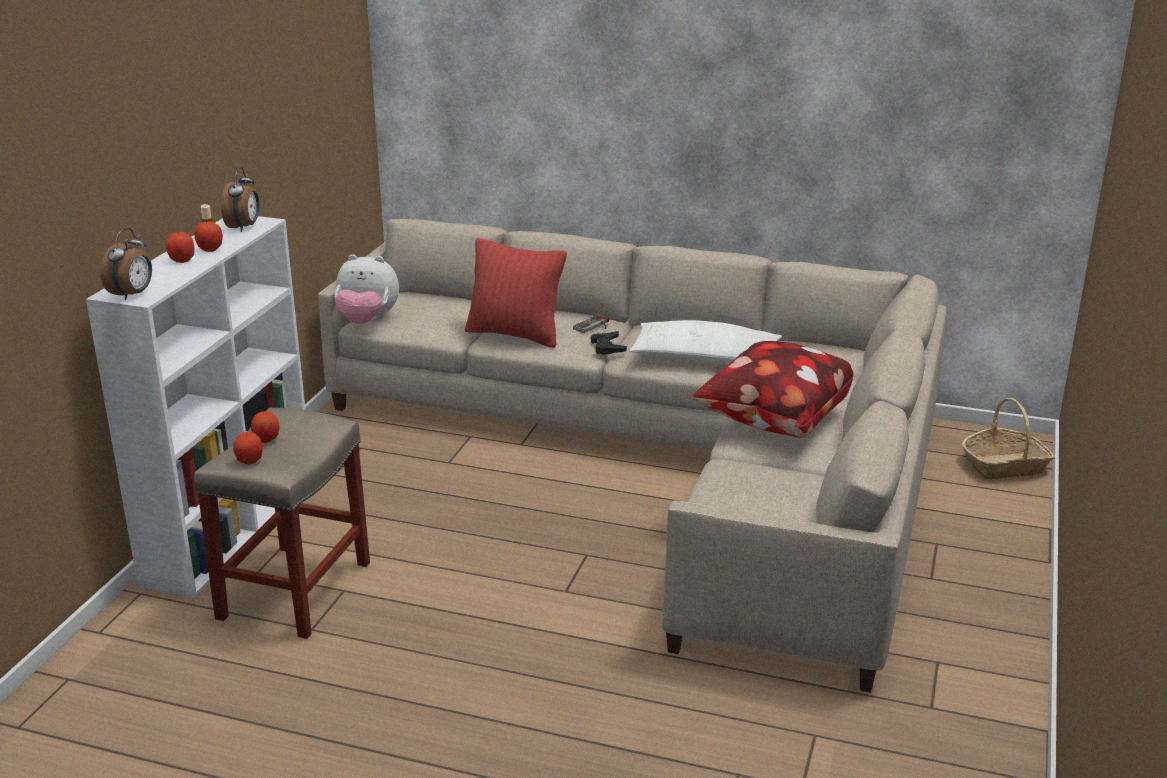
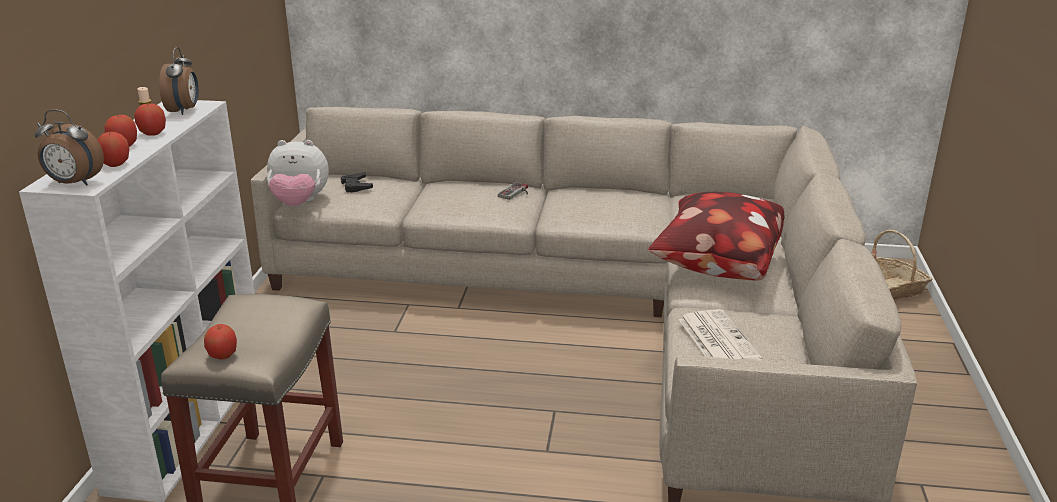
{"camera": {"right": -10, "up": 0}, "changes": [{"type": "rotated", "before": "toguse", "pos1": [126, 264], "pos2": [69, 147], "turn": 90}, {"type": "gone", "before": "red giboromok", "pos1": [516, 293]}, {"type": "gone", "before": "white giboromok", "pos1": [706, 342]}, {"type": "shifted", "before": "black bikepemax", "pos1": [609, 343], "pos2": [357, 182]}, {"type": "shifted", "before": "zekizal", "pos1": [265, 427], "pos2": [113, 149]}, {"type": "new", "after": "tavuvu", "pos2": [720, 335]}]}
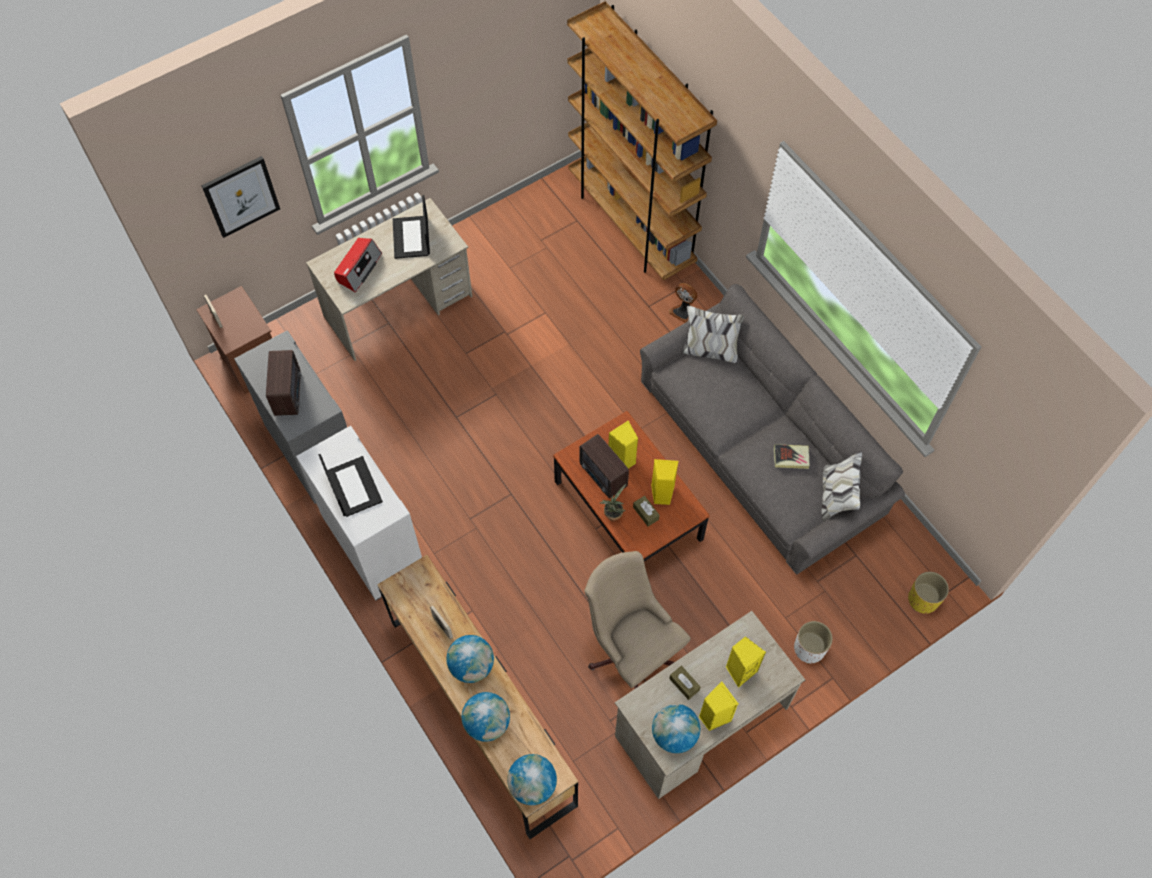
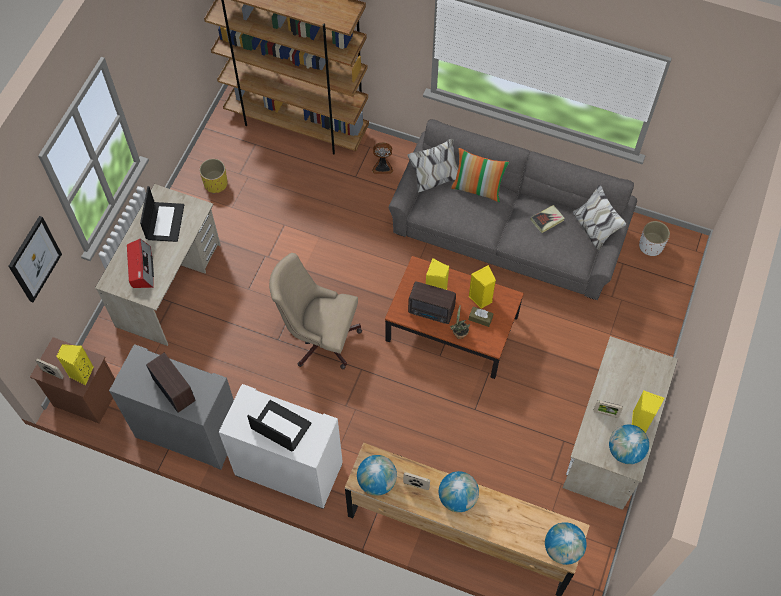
{"camera": {"right": -35, "up": 0}, "changes": [{"type": "rotated", "before": "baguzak", "pos1": [411, 227], "pos2": [162, 214], "turn": -135}, {"type": "shifted", "before": "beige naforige", "pos1": [637, 620], "pos2": [315, 311]}, {"type": "shifted", "before": "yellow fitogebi", "pos1": [928, 592], "pos2": [213, 176]}, {"type": "shifted", "before": "white fitogebi", "pos1": [813, 642], "pos2": [654, 238]}, {"type": "shifted", "before": "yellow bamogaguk", "pos1": [746, 662], "pos2": [75, 364]}, {"type": "swapped", "before": "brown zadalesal", "after": "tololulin", "pos1": [685, 683], "pos2": [608, 409]}, {"type": "shifted", "before": "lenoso", "pos1": [486, 717], "pos2": [377, 475]}, {"type": "new", "after": "giboromok", "pos2": [480, 175]}]}
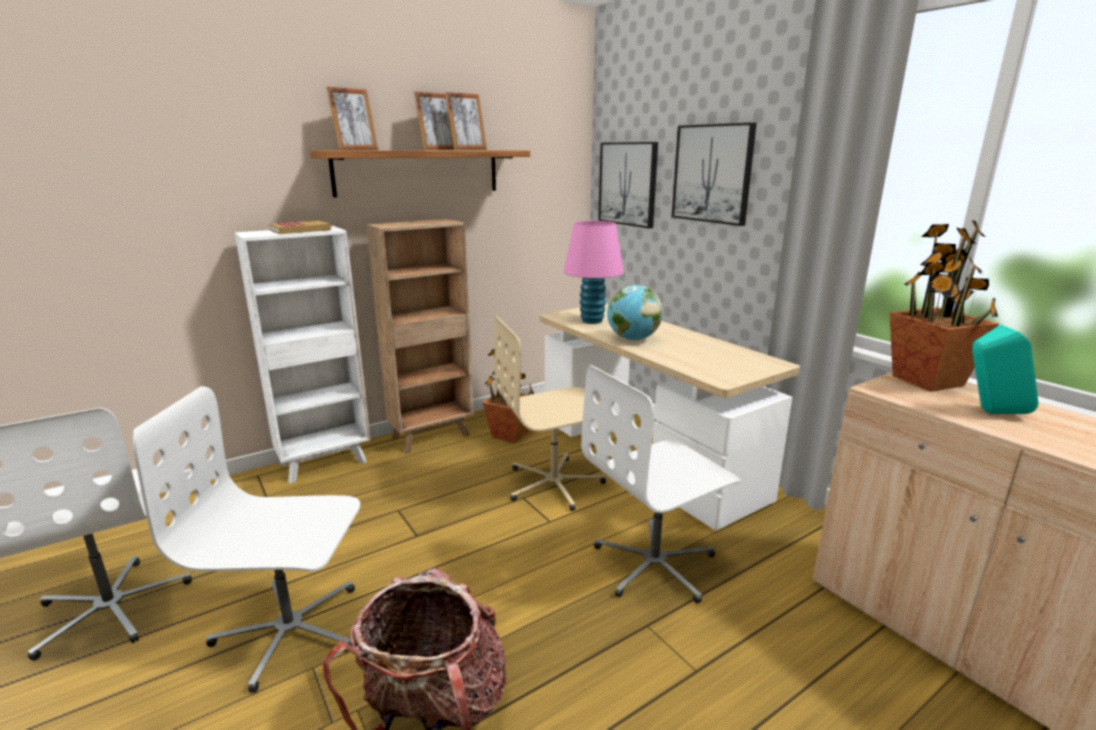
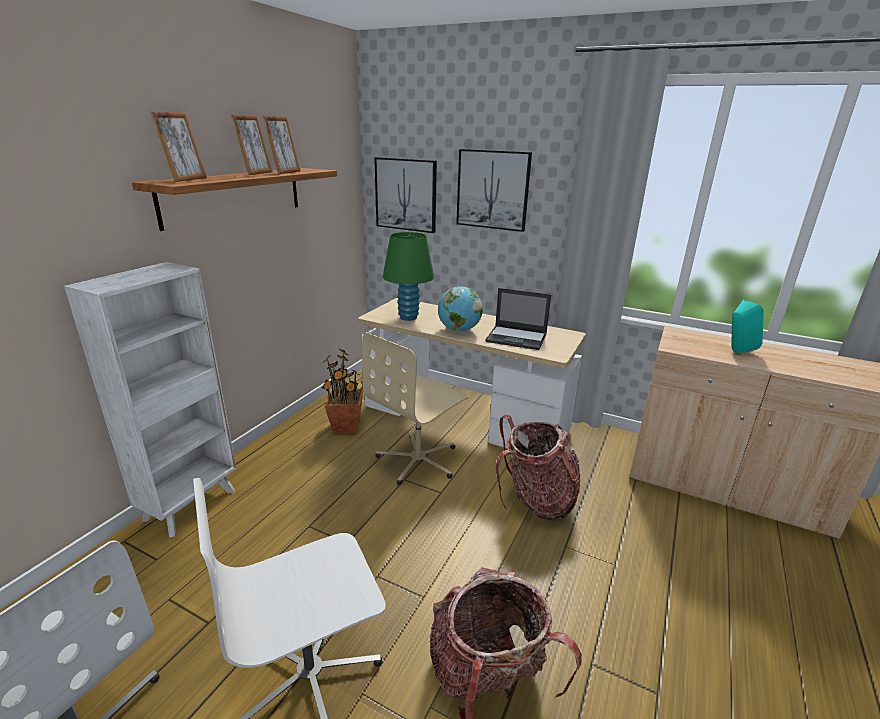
{"camera": {"right": -30, "up": 5}, "changes": [{"type": "gone", "before": "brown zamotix", "pos1": [420, 336]}, {"type": "gone", "before": "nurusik", "pos1": [944, 305]}, {"type": "gone", "before": "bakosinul", "pos1": [300, 227]}, {"type": "repainted", "before": "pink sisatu", "after": "green sisatu", "pos1": [594, 272], "pos2": [408, 276]}, {"type": "swapped", "before": "white naforige", "after": "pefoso", "pos1": [660, 484], "pos2": [538, 468]}, {"type": "new", "after": "baguzak", "pos2": [518, 319]}]}
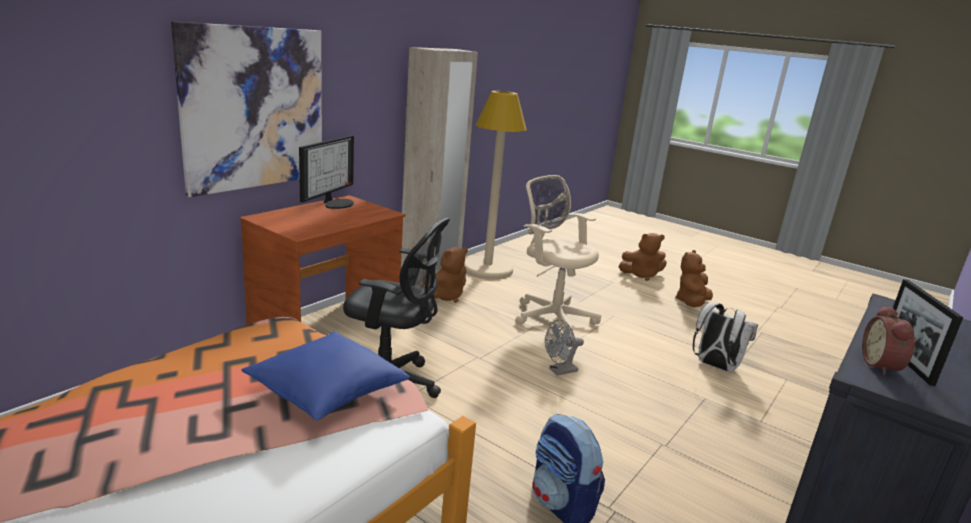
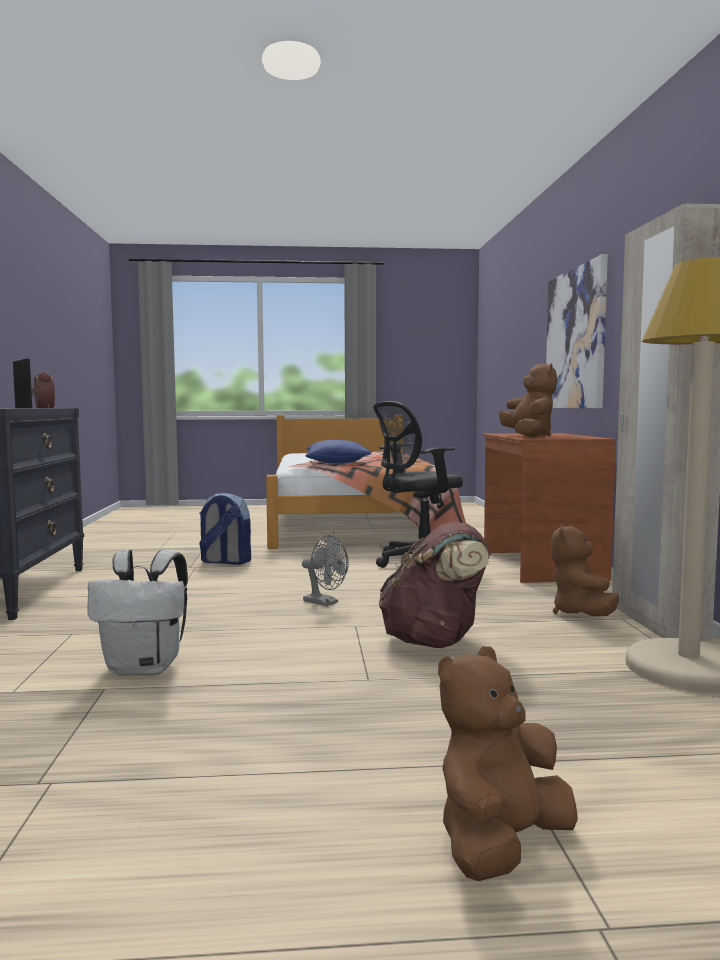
{"camera": {"right": 140, "up": -15}, "changes": [{"type": "gone", "before": "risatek", "pos1": [326, 172]}, {"type": "swapped", "before": "beige naforige", "after": "brown pefoso", "pos1": [558, 256], "pos2": [435, 585]}, {"type": "shifted", "before": "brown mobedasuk", "pos1": [694, 278], "pos2": [528, 400]}, {"type": "rotated", "before": "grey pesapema", "pos1": [564, 347], "pos2": [325, 570], "turn": 105}]}
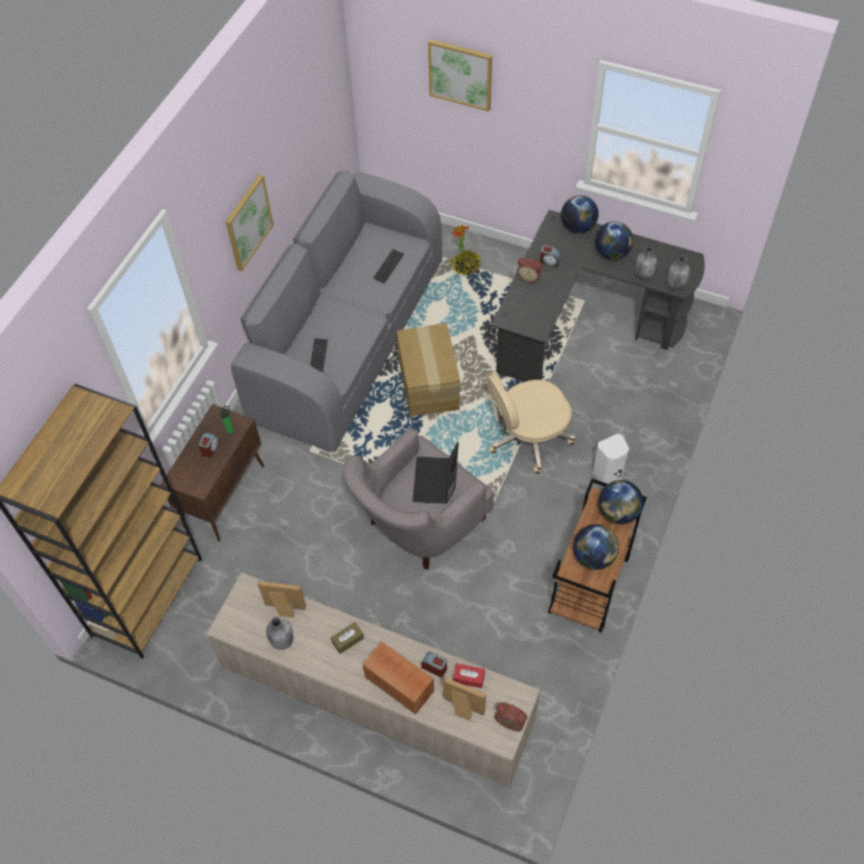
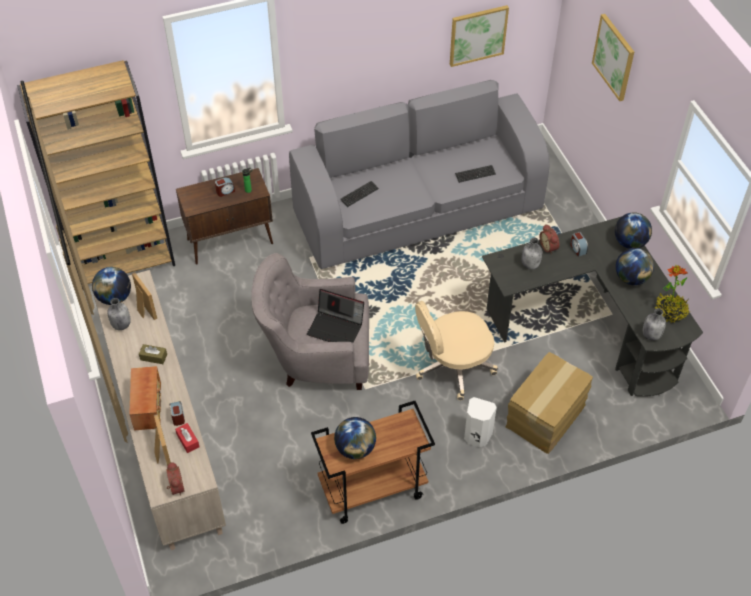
{"camera": {"right": 45, "up": -5}, "changes": [{"type": "shifted", "before": "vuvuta", "pos1": [250, 222], "pos2": [479, 36]}, {"type": "shifted", "before": "nurusik", "pos1": [465, 250], "pos2": [672, 294]}, {"type": "shifted", "before": "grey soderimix", "pos1": [646, 262], "pos2": [532, 254]}, {"type": "shifted", "before": "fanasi", "pos1": [429, 370], "pos2": [549, 403]}, {"type": "rotated", "before": "beige naforige", "pos1": [531, 423], "pos2": [456, 350], "turn": -45}, {"type": "rotated", "before": "baguzak", "pos1": [436, 473], "pos2": [335, 316], "turn": -120}, {"type": "shifted", "before": "lenoso", "pos1": [621, 502], "pos2": [111, 286]}]}
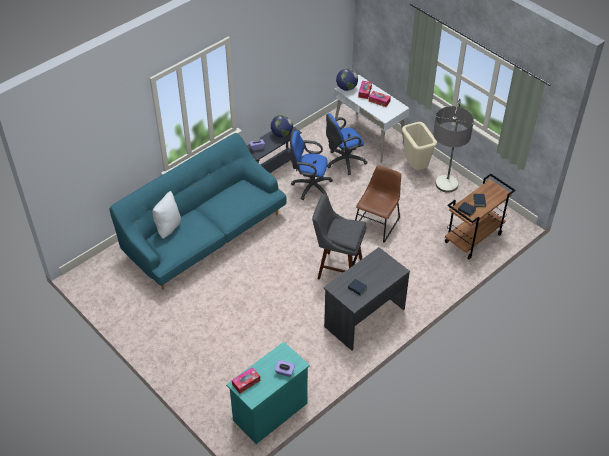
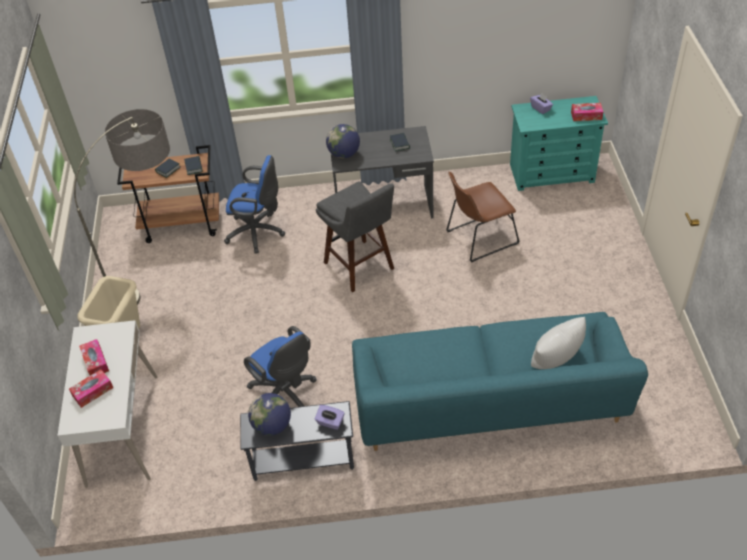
{"camera": {"right": -140, "up": 0}, "changes": [{"type": "shifted", "before": "lenoso", "pos1": [347, 80], "pos2": [343, 141]}, {"type": "shifted", "before": "blue naforige", "pos1": [346, 144], "pos2": [254, 204]}, {"type": "shifted", "before": "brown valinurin", "pos1": [378, 204], "pos2": [483, 217]}]}
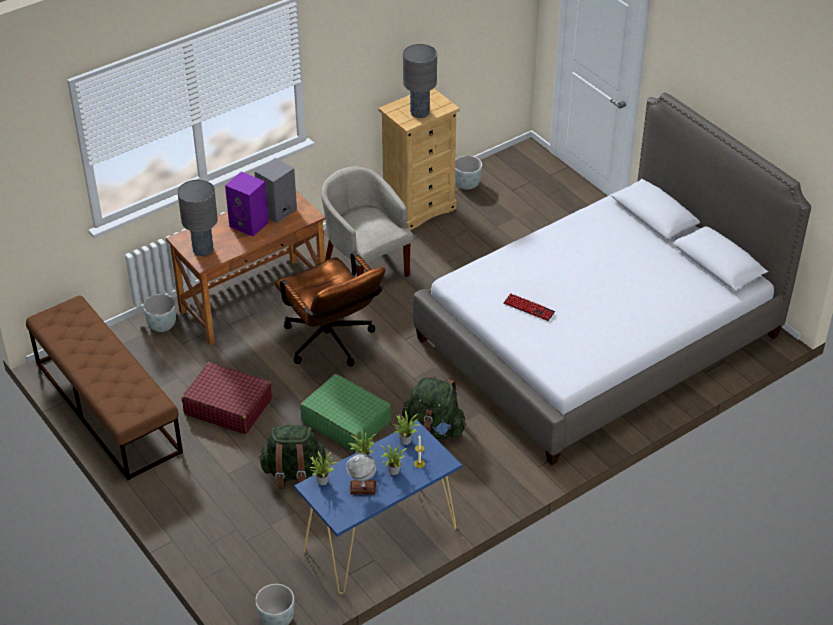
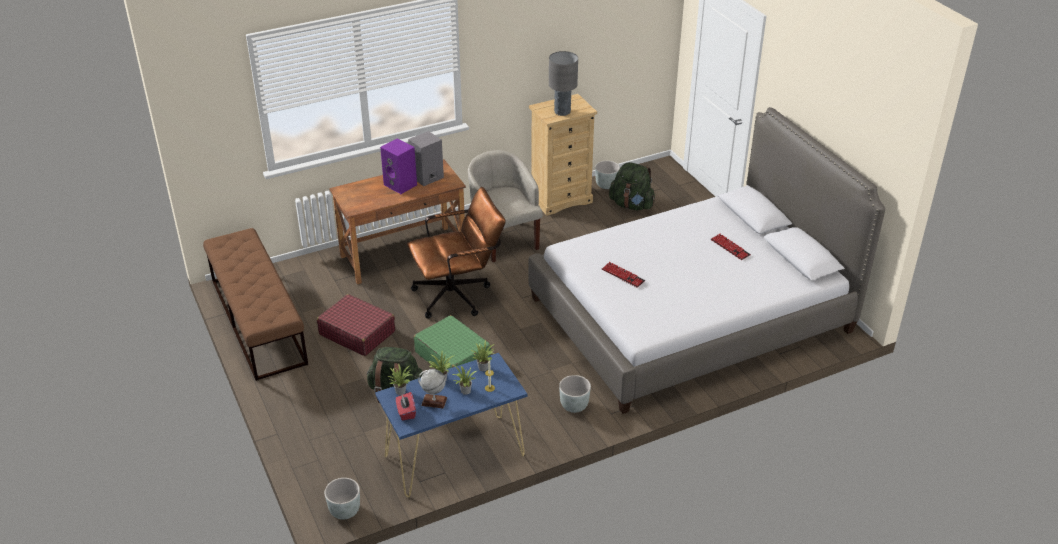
{"camera": {"right": 10, "up": -5}, "changes": [{"type": "gone", "before": "grey sisatu", "pos1": [197, 218]}, {"type": "rotated", "before": "brown naforige", "pos1": [330, 309], "pos2": [456, 253], "turn": -90}, {"type": "shifted", "before": "grey fitogebi", "pos1": [159, 313], "pos2": [575, 394]}, {"type": "shifted", "before": "green pefoso", "pos1": [434, 408], "pos2": [632, 186]}, {"type": "new", "after": "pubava", "pos2": [731, 247]}, {"type": "new", "after": "red zadalesal", "pos2": [406, 406]}]}
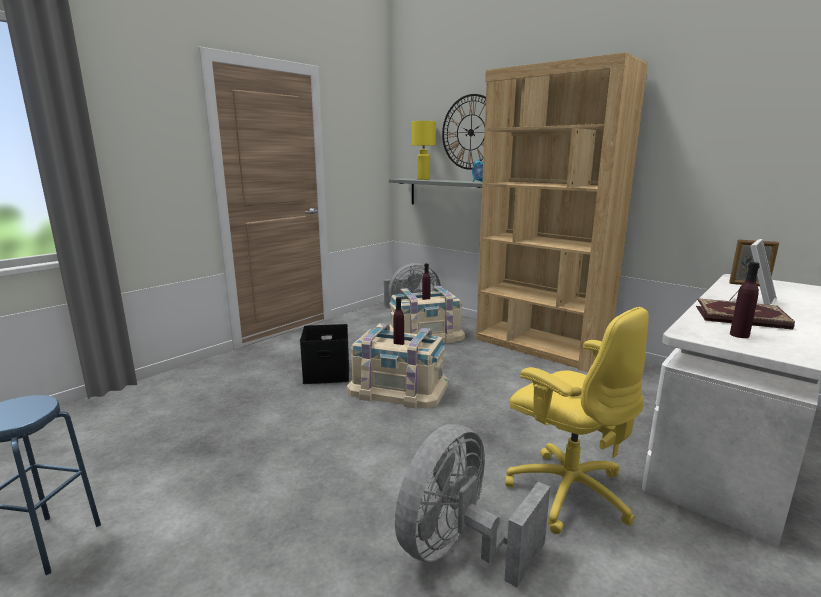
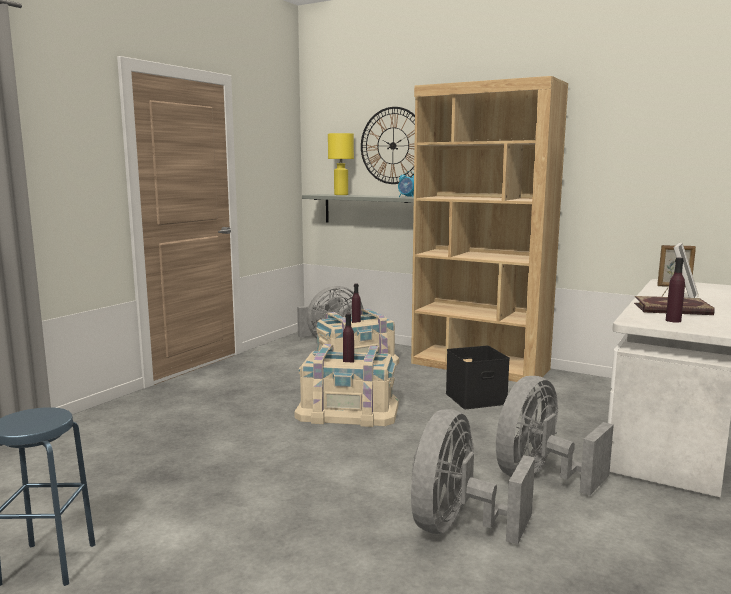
{"camera": {"right": -10, "up": -5}, "changes": [{"type": "swapped", "before": "yellow naforige", "after": "grey pesapema", "pos1": [577, 420], "pos2": [555, 435]}, {"type": "shifted", "before": "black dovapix", "pos1": [324, 354], "pos2": [478, 377]}]}
